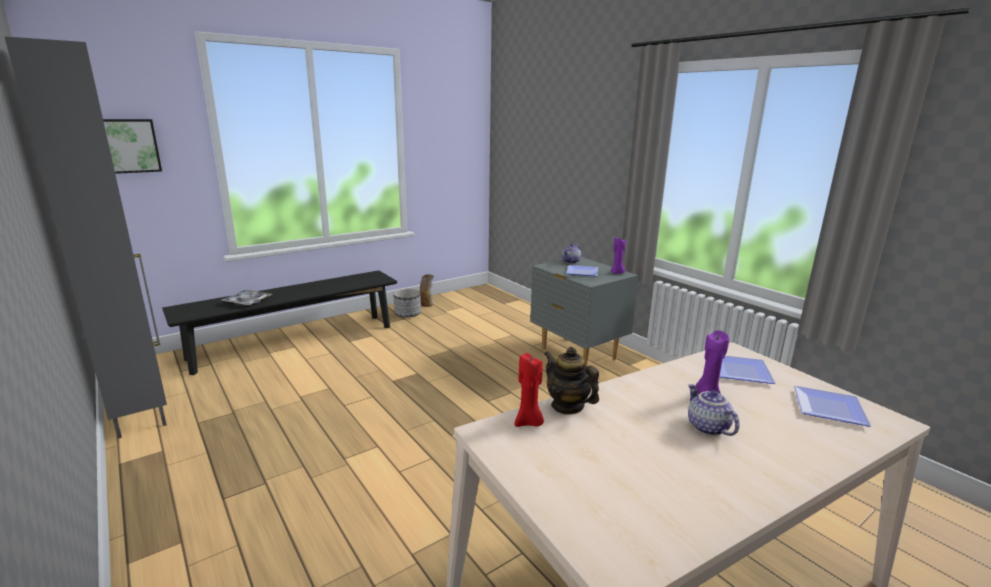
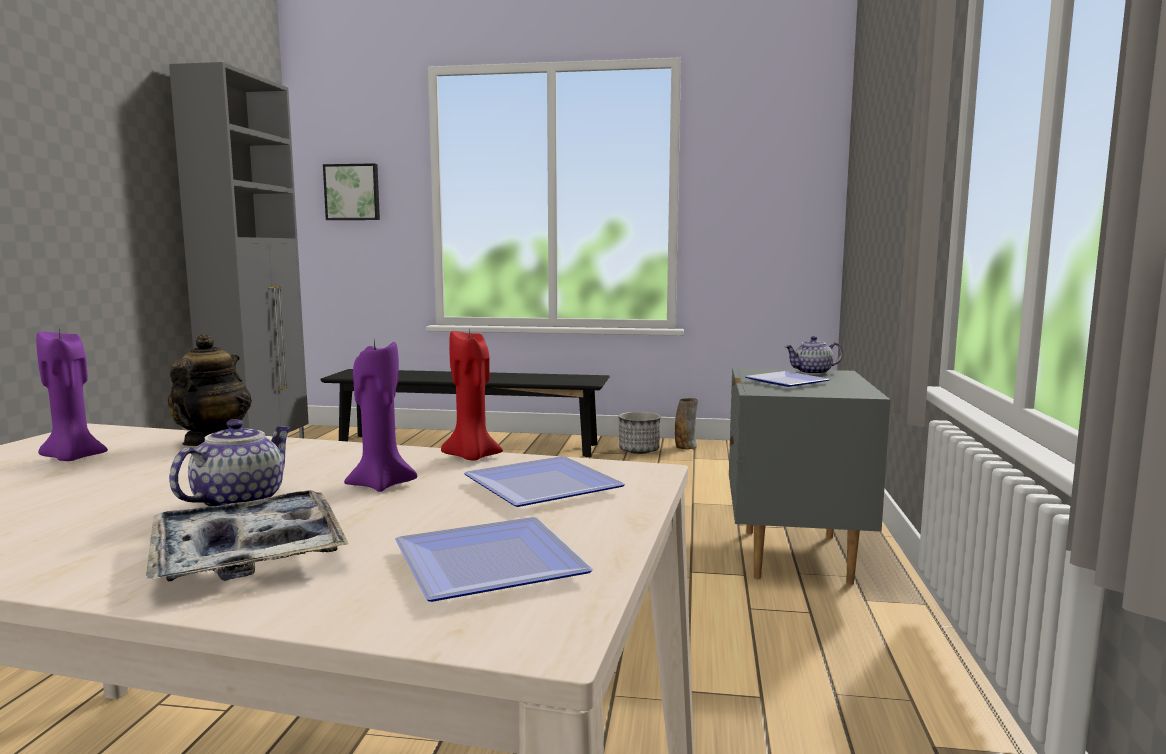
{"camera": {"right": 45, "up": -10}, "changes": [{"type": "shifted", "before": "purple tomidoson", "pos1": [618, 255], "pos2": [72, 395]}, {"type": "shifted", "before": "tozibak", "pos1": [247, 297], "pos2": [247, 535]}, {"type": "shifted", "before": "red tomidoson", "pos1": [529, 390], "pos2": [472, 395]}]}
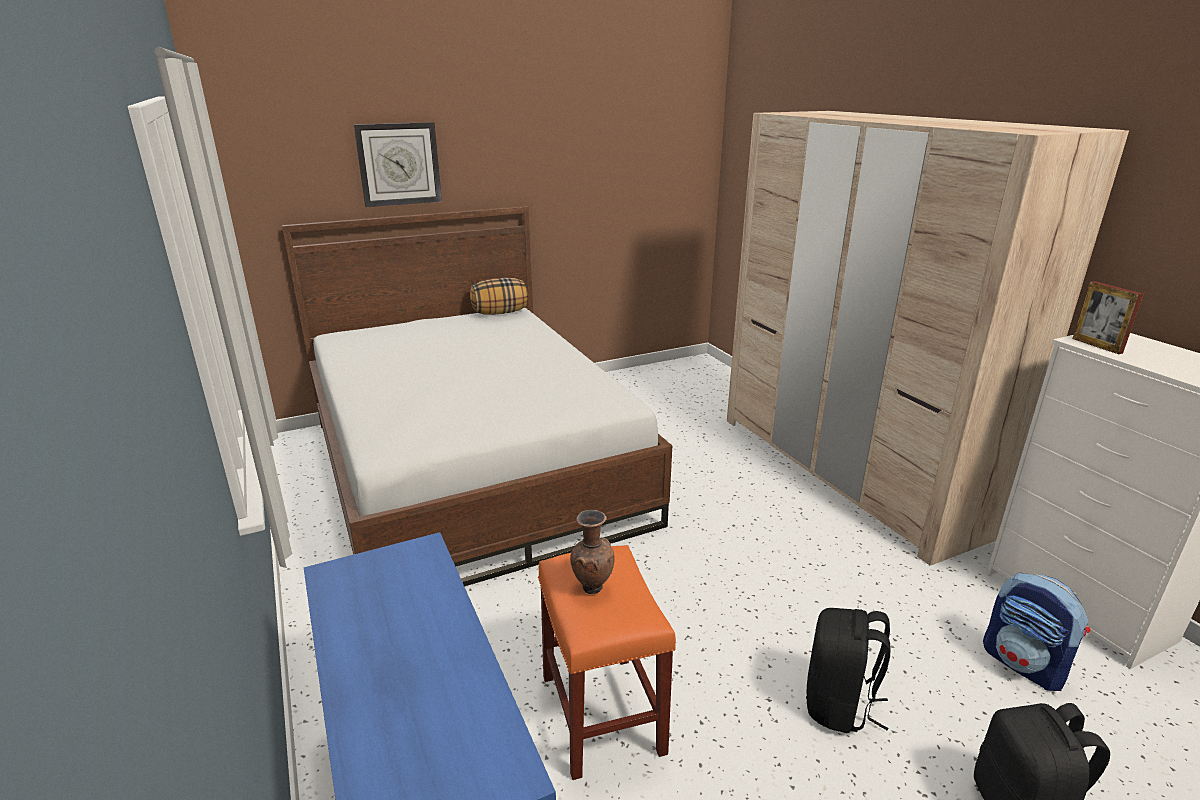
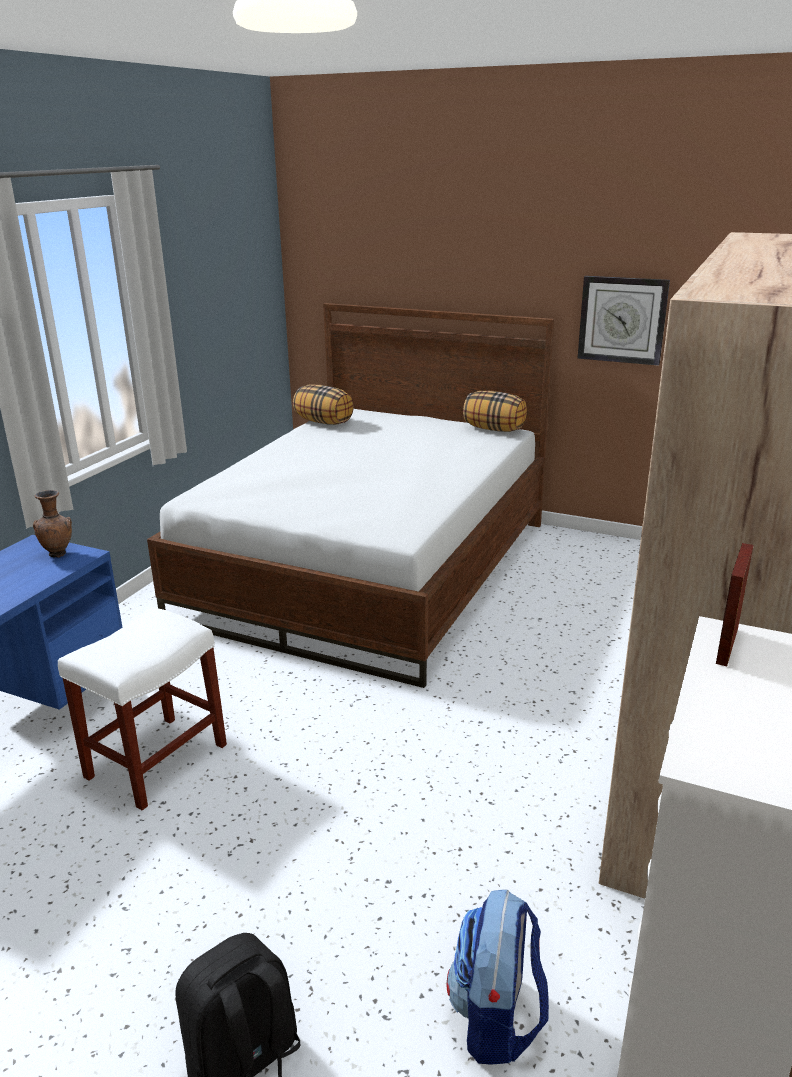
{"camera": {"right": 50, "up": 0}, "changes": [{"type": "shifted", "before": "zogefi", "pos1": [398, 164], "pos2": [623, 321]}, {"type": "shifted", "before": "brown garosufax", "pos1": [592, 552], "pos2": [52, 524]}, {"type": "repainted", "before": "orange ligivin", "after": "white ligivin", "pos1": [607, 662], "pos2": [142, 708]}, {"type": "gone", "before": "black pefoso", "pos1": [848, 670]}, {"type": "new", "after": "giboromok", "pos2": [323, 404]}]}
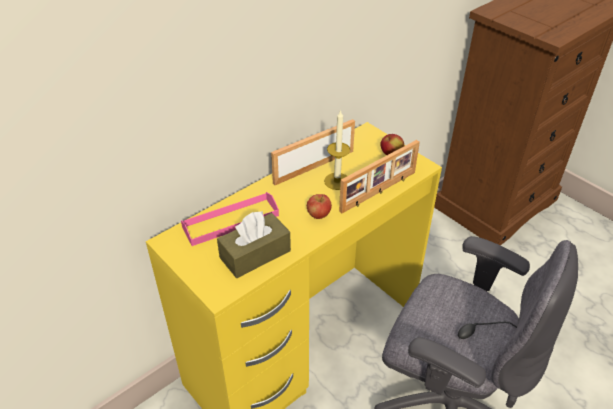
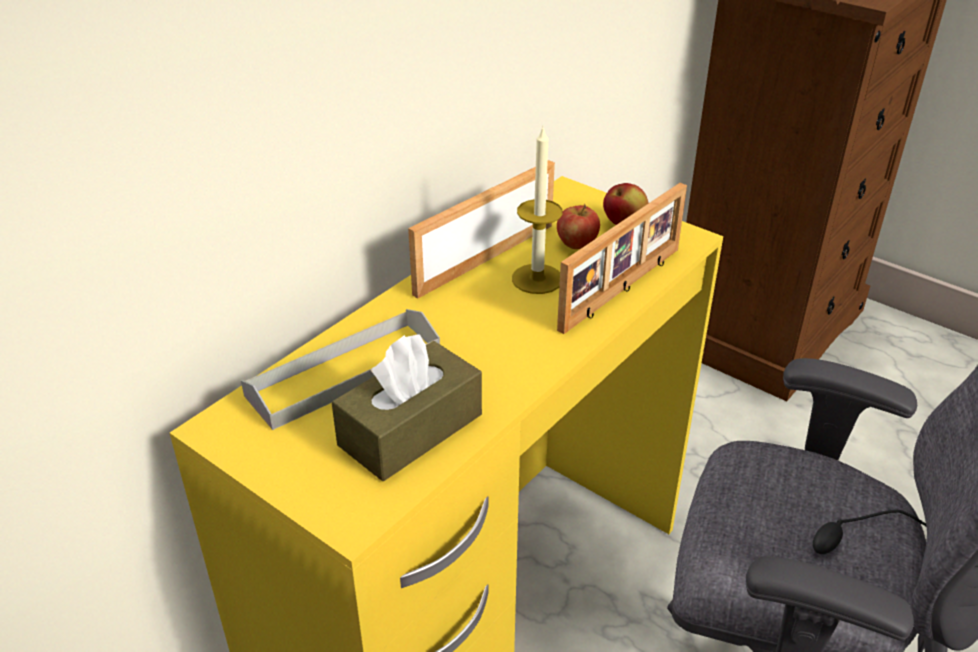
{"camera": {"right": -10, "up": -5}, "changes": [{"type": "repainted", "before": "pink tozibak", "after": "grey tozibak", "pos1": [230, 219], "pos2": [340, 369]}, {"type": "shifted", "before": "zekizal", "pos1": [319, 206], "pos2": [578, 226]}]}
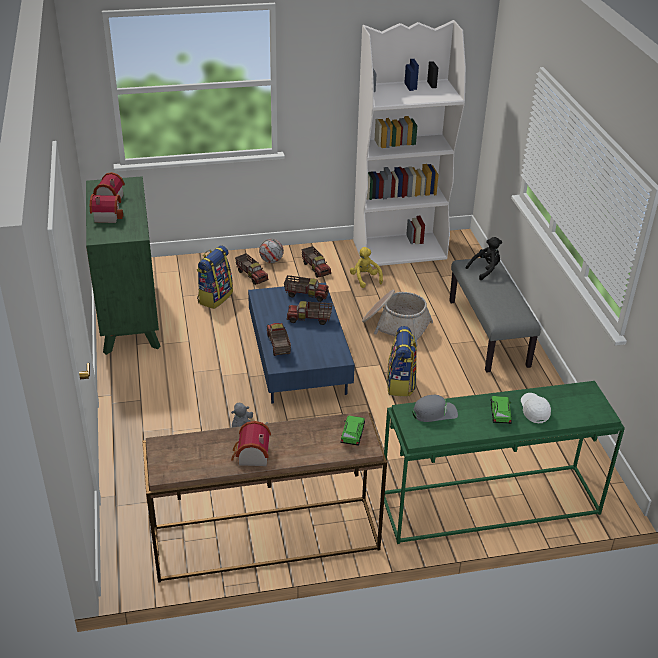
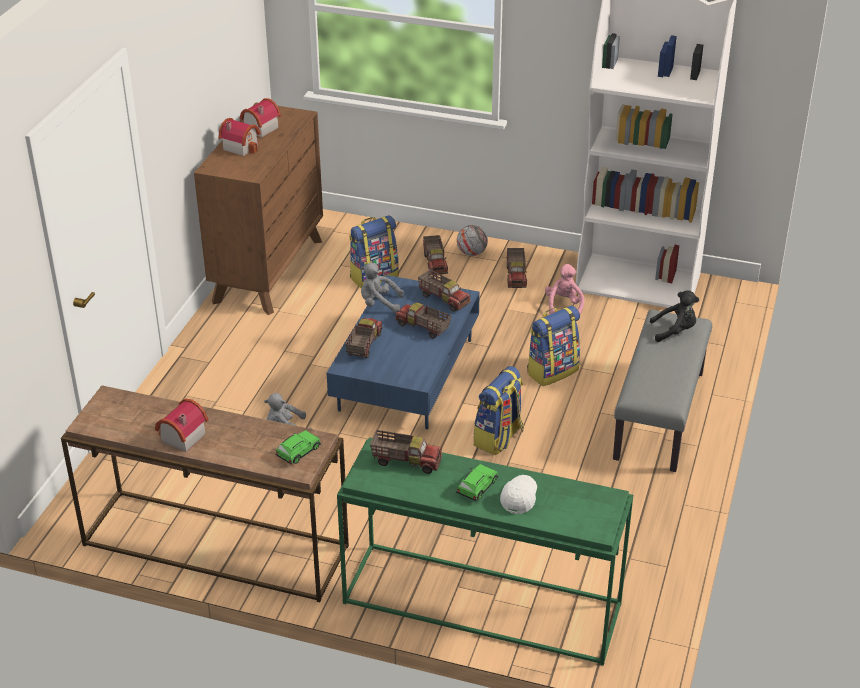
{"camera": {"right": 30, "up": 0}, "changes": [{"type": "repainted", "before": "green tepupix", "after": "brown tepupix", "pos1": [123, 265], "pos2": [258, 208]}, {"type": "repainted", "before": "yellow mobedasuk", "after": "pink mobedasuk", "pos1": [366, 267], "pos2": [564, 289]}, {"type": "swapped", "before": "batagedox", "after": "pefoso", "pos1": [397, 318], "pos2": [553, 345]}, {"type": "swapped", "before": "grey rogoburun", "after": "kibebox", "pos1": [435, 408], "pos2": [406, 452]}, {"type": "new", "after": "grey mobedasuk", "pos2": [382, 288]}]}
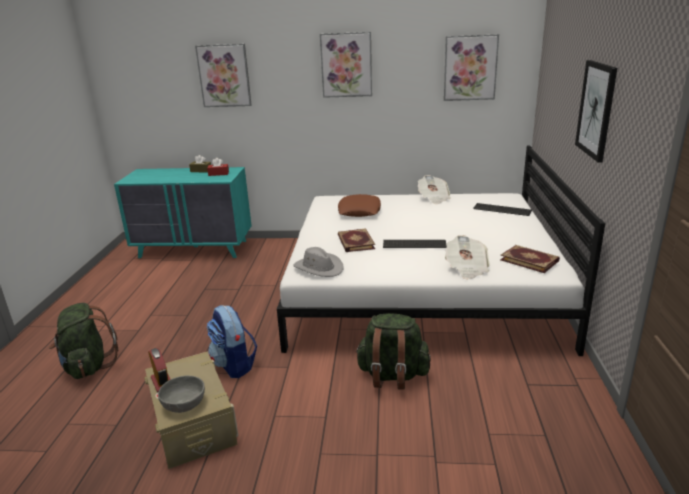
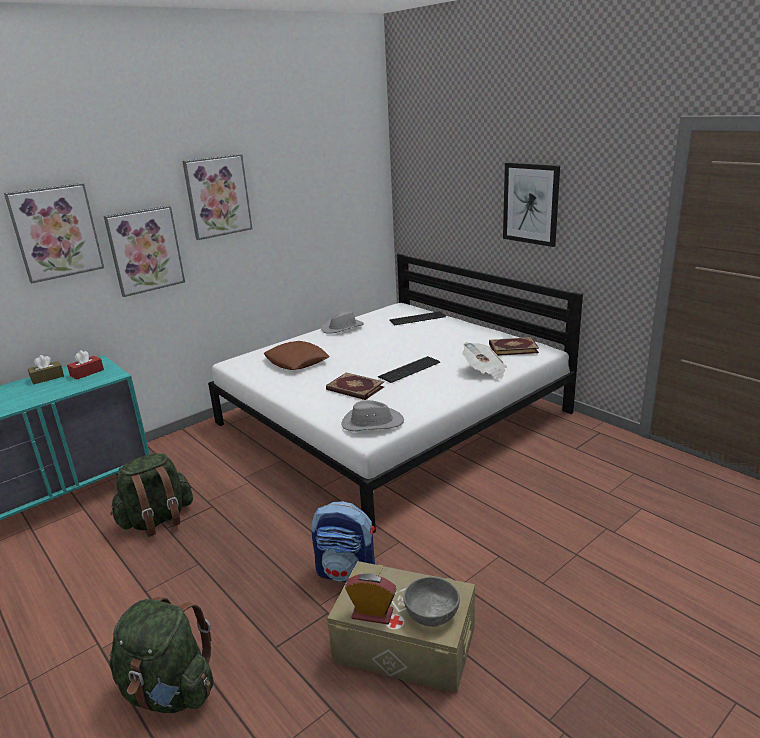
{"camera": {"right": -45, "up": 0}, "changes": [{"type": "shifted", "before": "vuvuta", "pos1": [471, 67], "pos2": [144, 251]}, {"type": "swapped", "before": "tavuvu", "after": "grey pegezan", "pos1": [434, 189], "pos2": [342, 322]}, {"type": "shifted", "before": "green pefoso", "pos1": [393, 351], "pos2": [151, 495]}]}
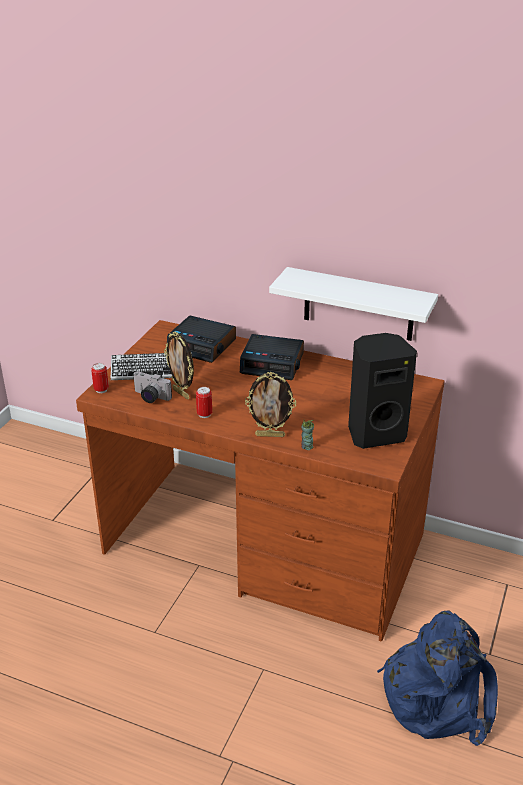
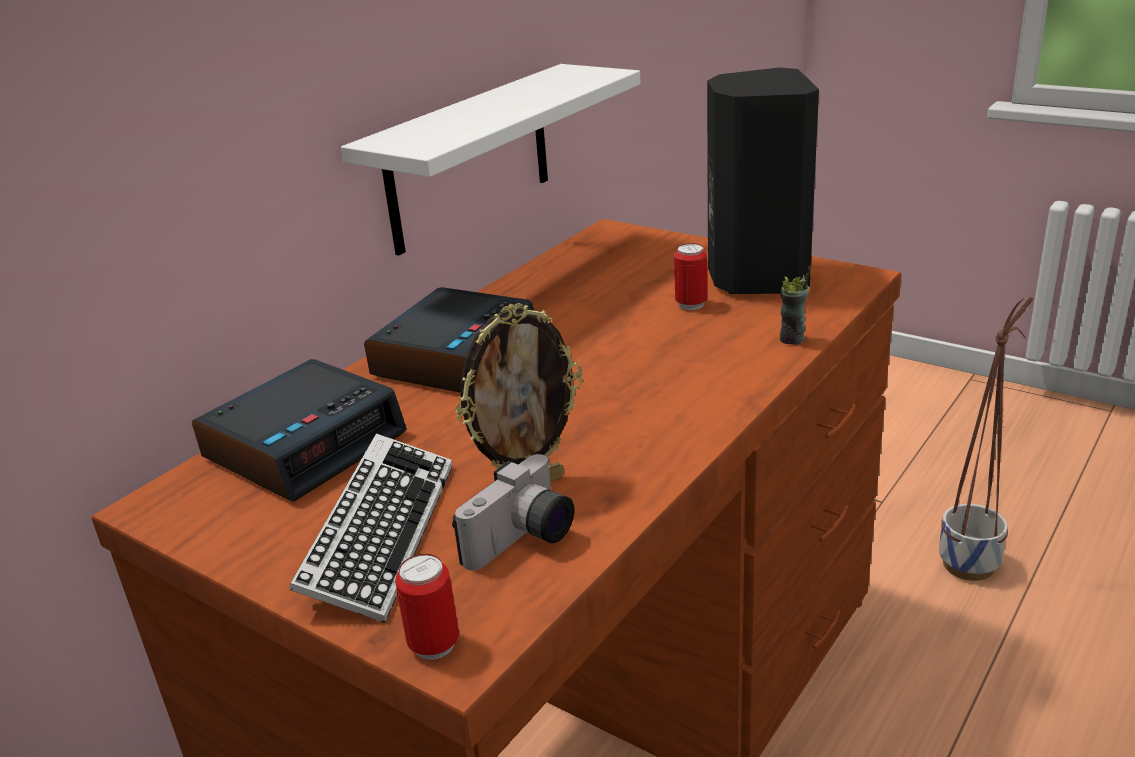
{"camera": {"right": -75, "up": -5}, "changes": [{"type": "gone", "before": "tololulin", "pos1": [270, 404]}, {"type": "shifted", "before": "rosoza", "pos1": [204, 402], "pos2": [690, 276]}, {"type": "swapped", "before": "blue pefoso", "after": "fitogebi", "pos1": [437, 678], "pos2": [986, 439]}]}
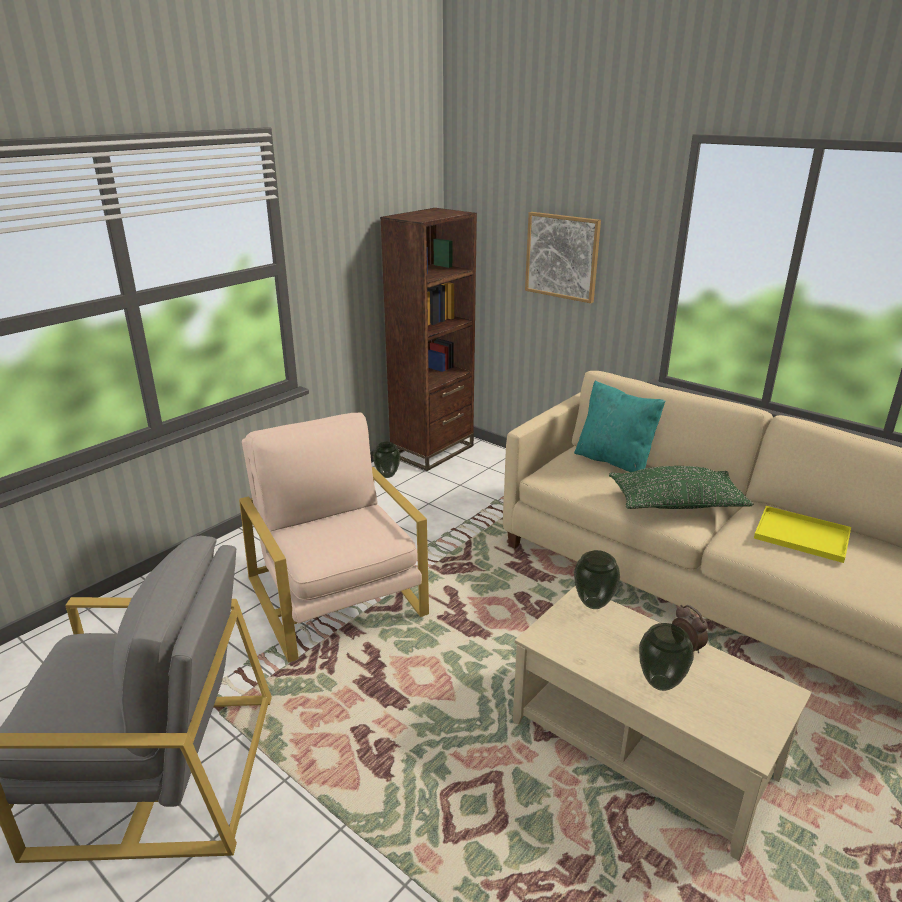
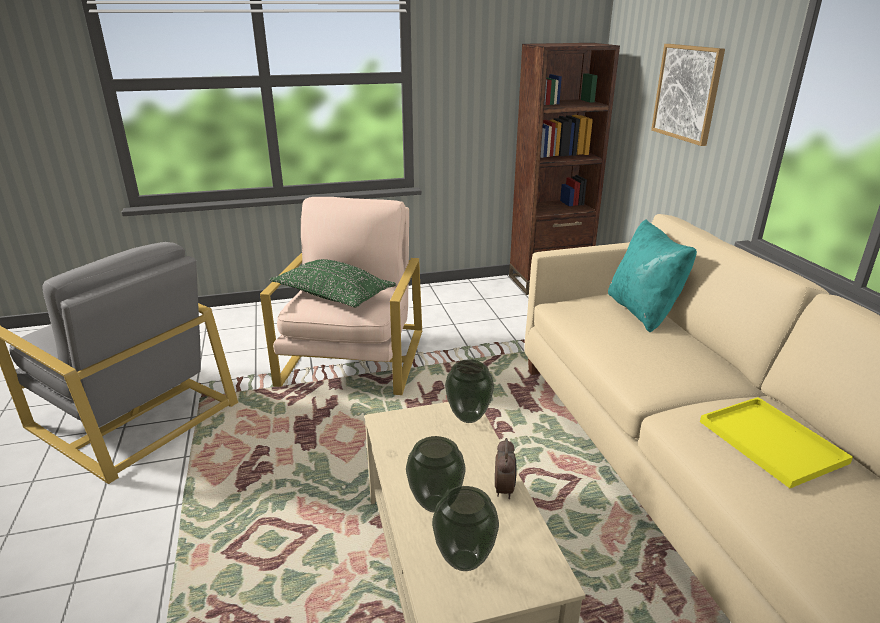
{"camera": {"right": 35, "up": 0}, "changes": [{"type": "shifted", "before": "garosufax", "pos1": [386, 460], "pos2": [465, 528]}, {"type": "shifted", "before": "green giboromok", "pos1": [681, 487], "pos2": [333, 283]}]}
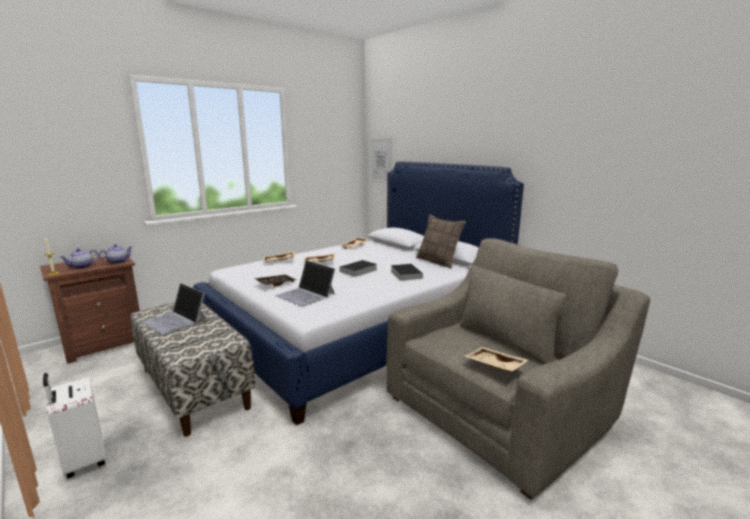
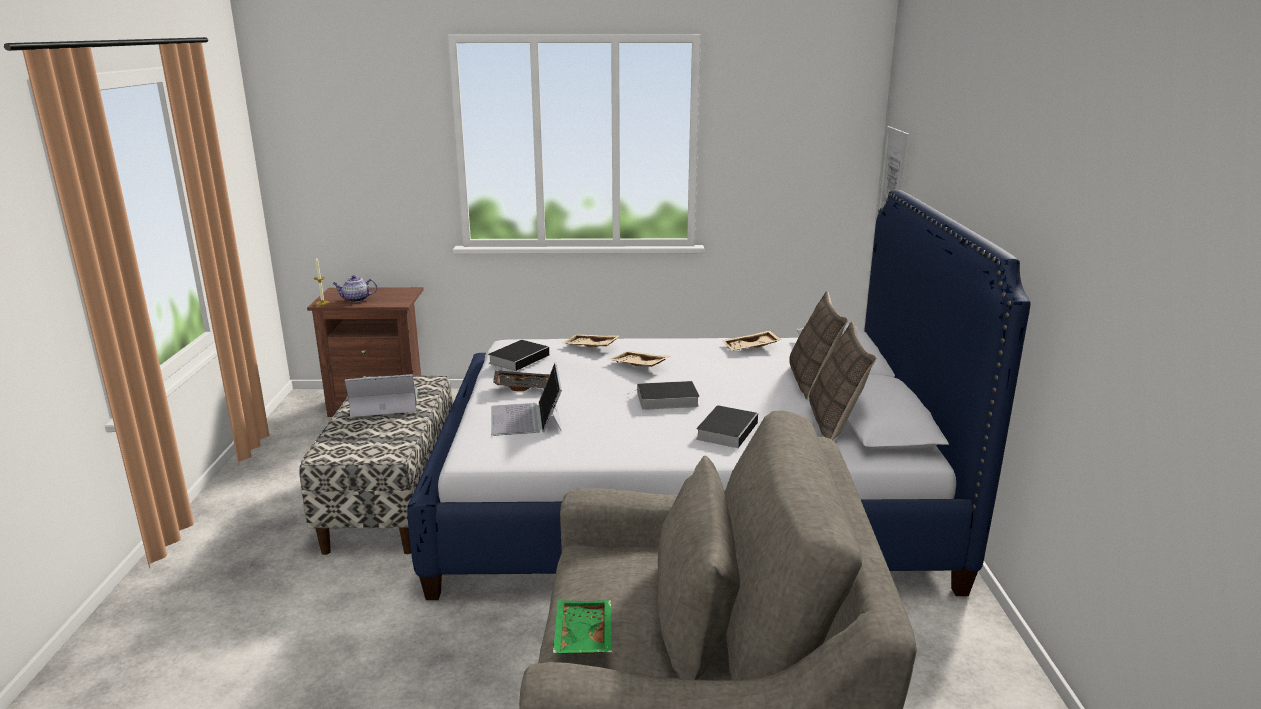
{"camera": {"right": 40, "up": 5}, "changes": [{"type": "gone", "before": "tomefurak", "pos1": [116, 254]}, {"type": "rotated", "before": "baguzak", "pos1": [174, 308], "pos2": [381, 395], "turn": 90}, {"type": "repainted", "before": "beige tozibak", "after": "green tozibak", "pos1": [497, 359], "pos2": [582, 627]}, {"type": "gone", "before": "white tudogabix", "pos1": [74, 426]}, {"type": "new", "after": "giboromok", "pos2": [818, 345]}, {"type": "new", "after": "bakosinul", "pos2": [518, 355]}]}
